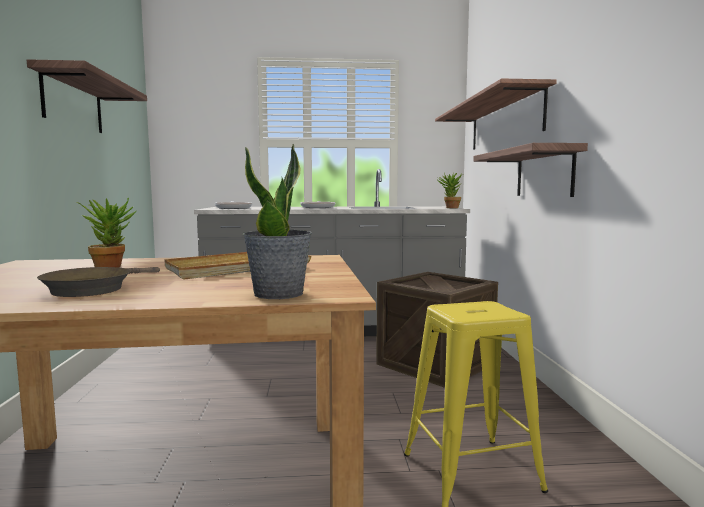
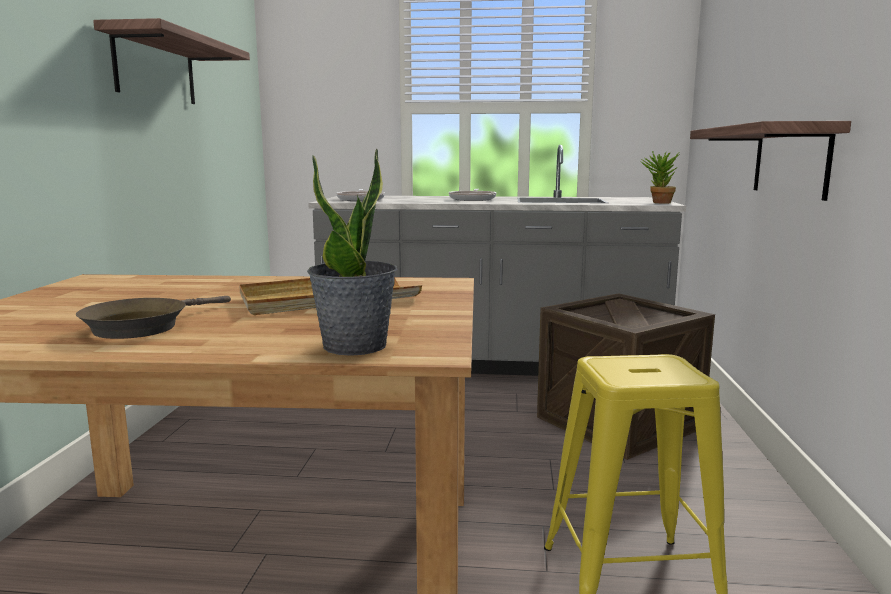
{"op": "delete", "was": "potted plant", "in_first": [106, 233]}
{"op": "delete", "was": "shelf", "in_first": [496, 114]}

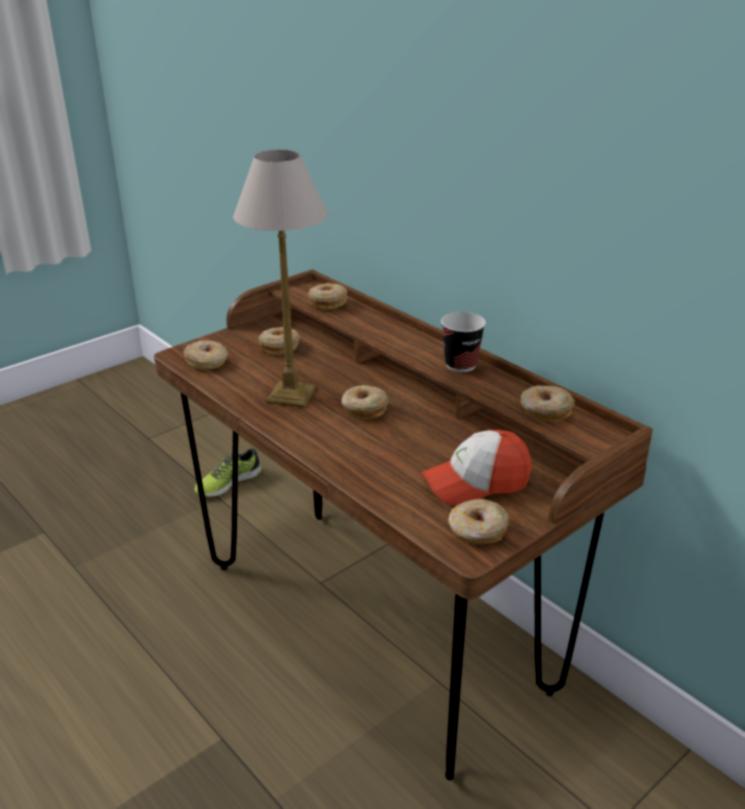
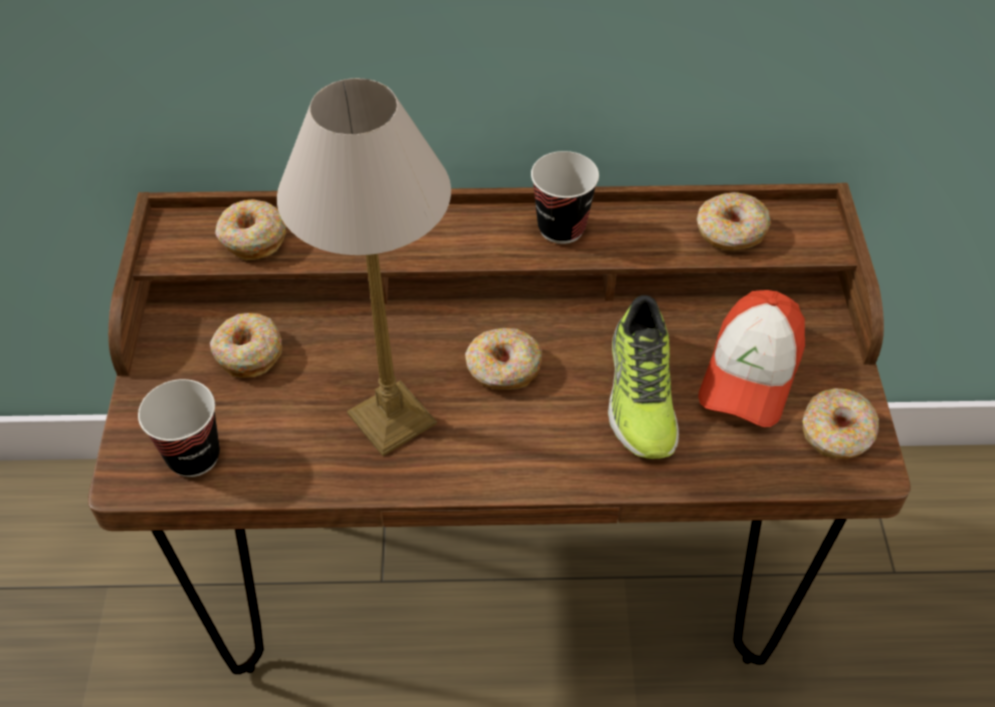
{"op": "move", "was": "shoe", "in_first": [228, 472], "in_second": [643, 377]}
{"op": "replace", "was": "donut", "now": "cup", "in_first": [205, 355], "in_second": [179, 428]}

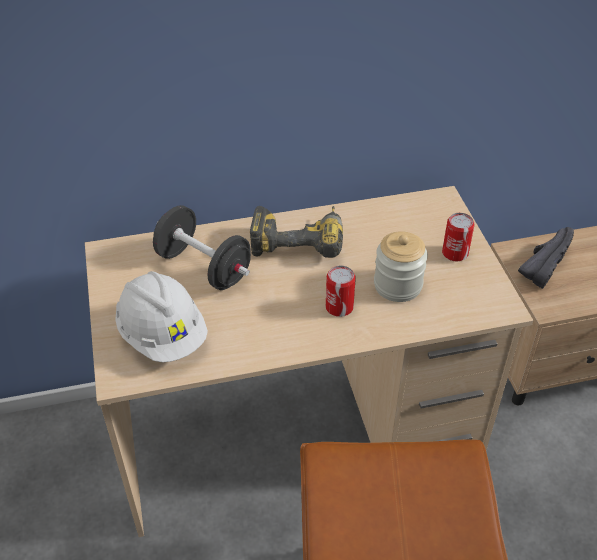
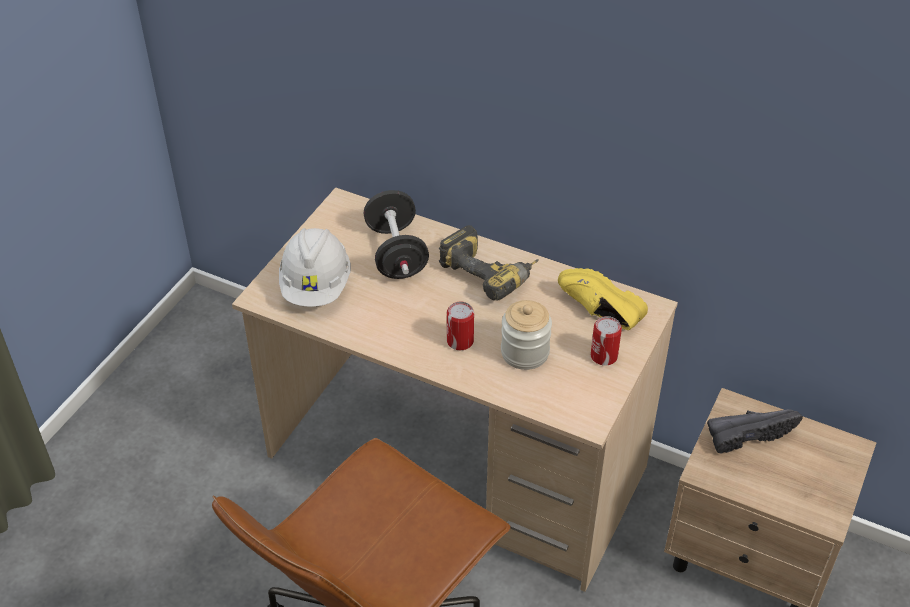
{"op": "insert", "now": "yellow shoe", "in_second": [603, 299]}

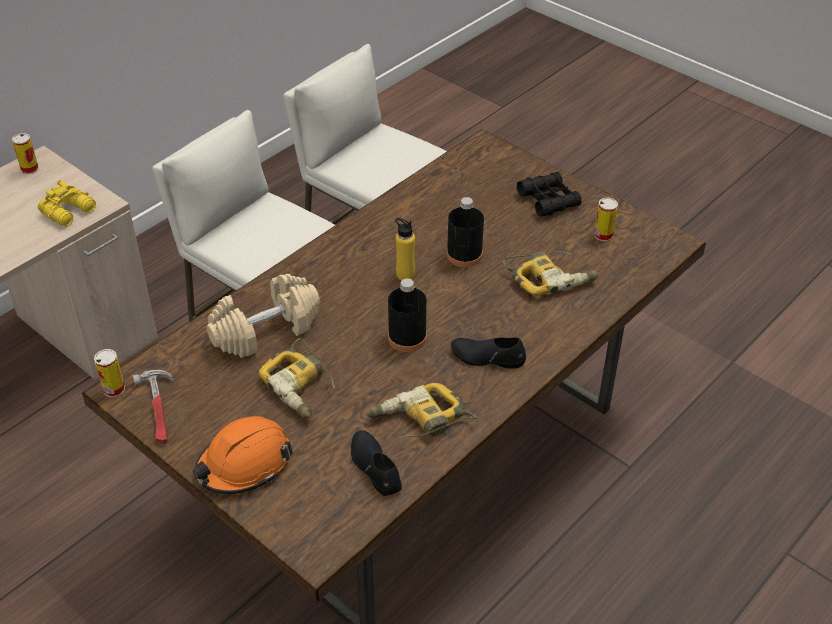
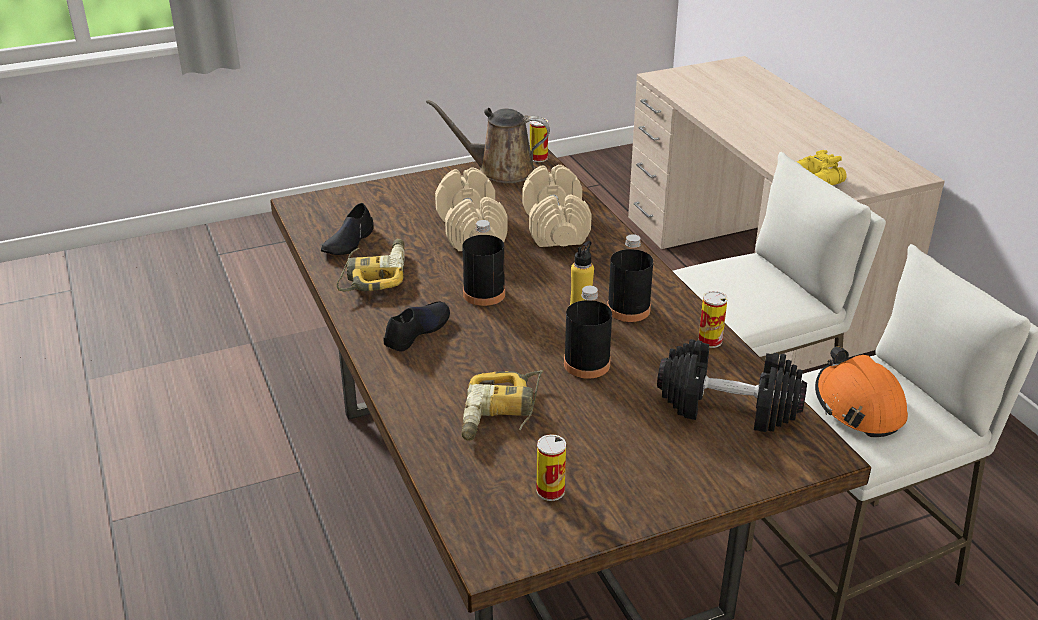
{"op": "delete", "was": "black binoculars", "in_first": [549, 194]}
{"op": "insert", "now": "black bottle", "in_second": [630, 278]}
{"op": "insert", "now": "black dumbbell", "in_second": [732, 385]}
{"op": "move", "was": "can", "in_first": [25, 153], "in_second": [713, 319]}
{"op": "move", "was": "orange hard hat", "in_first": [243, 455], "in_second": [861, 391]}
{"op": "replace", "was": "hammer", "now": "brown watering can", "in_first": [153, 407], "in_second": [488, 141]}
{"op": "replace", "was": "power drill", "now": "beige dumbbell", "in_first": [297, 378], "in_second": [471, 209]}
{"op": "rotate", "was": "black shoe", "in_first": [376, 463], "in_second": [347, 229], "clockwise": 120}

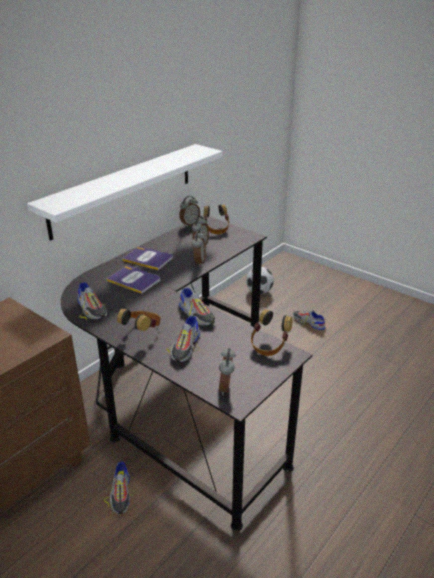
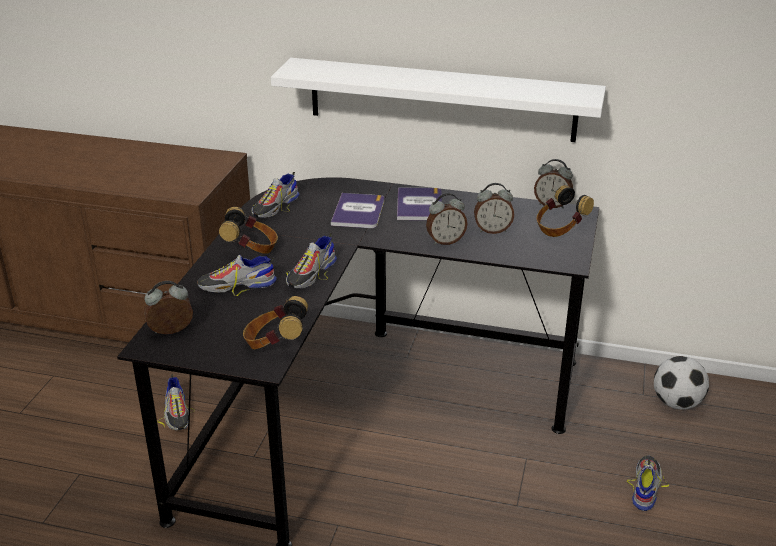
{"op": "rotate", "was": "shoe", "in_first": [119, 486], "in_second": [176, 402], "clockwise": -75}

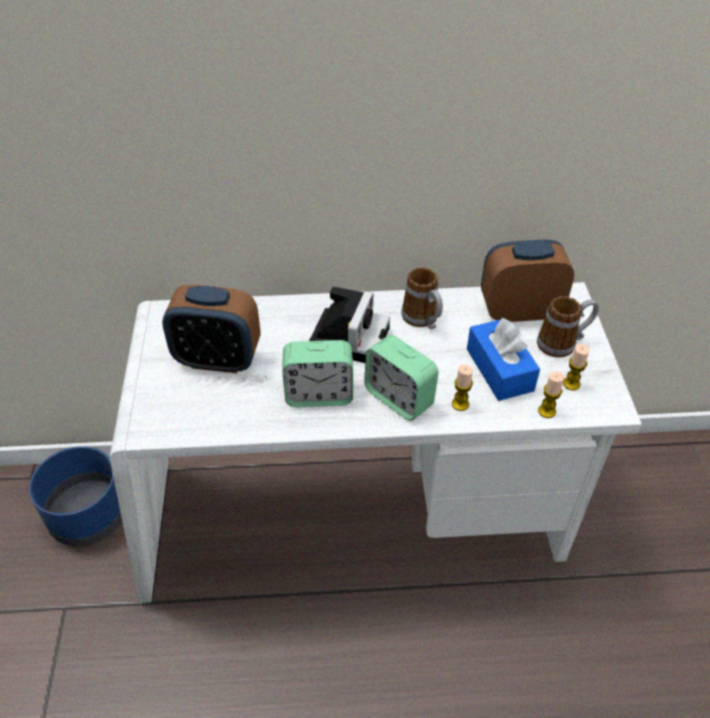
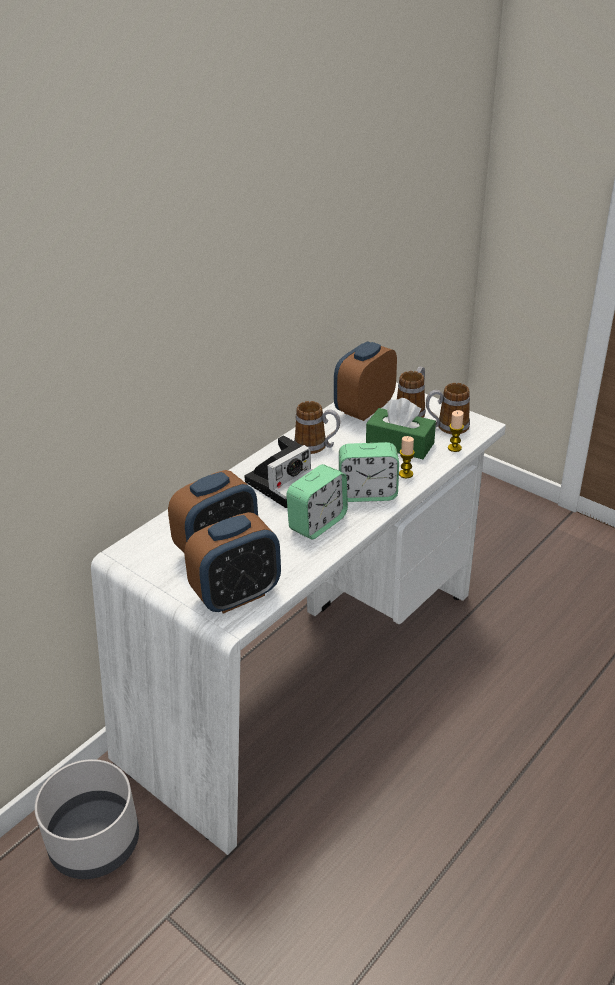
{"op": "insert", "now": "alarm clock", "in_second": [232, 563]}
{"op": "replace", "was": "candle", "now": "mug", "in_first": [576, 367], "in_second": [448, 408]}
{"op": "recolor", "was": "blue planter", "now": "grey planter", "in_first": [75, 496], "in_second": [87, 819]}
{"op": "recolor", "was": "blue tissue box", "now": "green tissue box", "in_first": [503, 359], "in_second": [401, 428]}
{"op": "rotate", "was": "photo camera", "in_first": [349, 325], "in_second": [278, 471], "clockwise": 75}

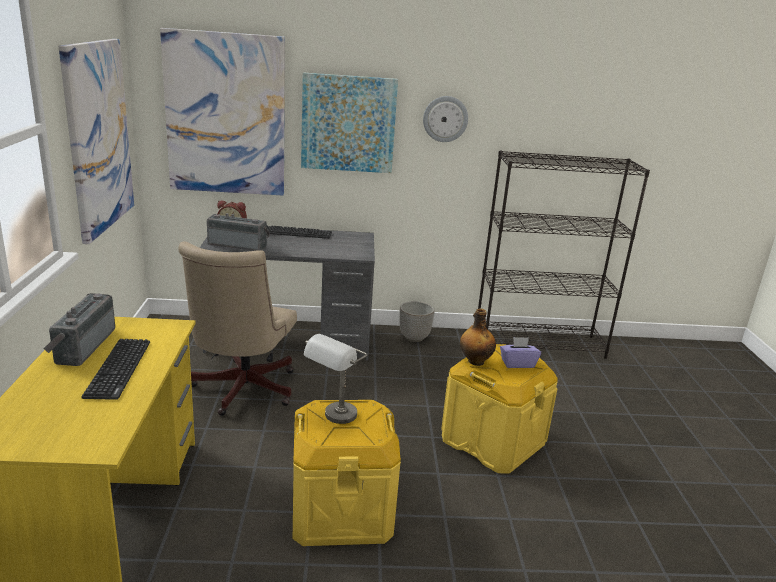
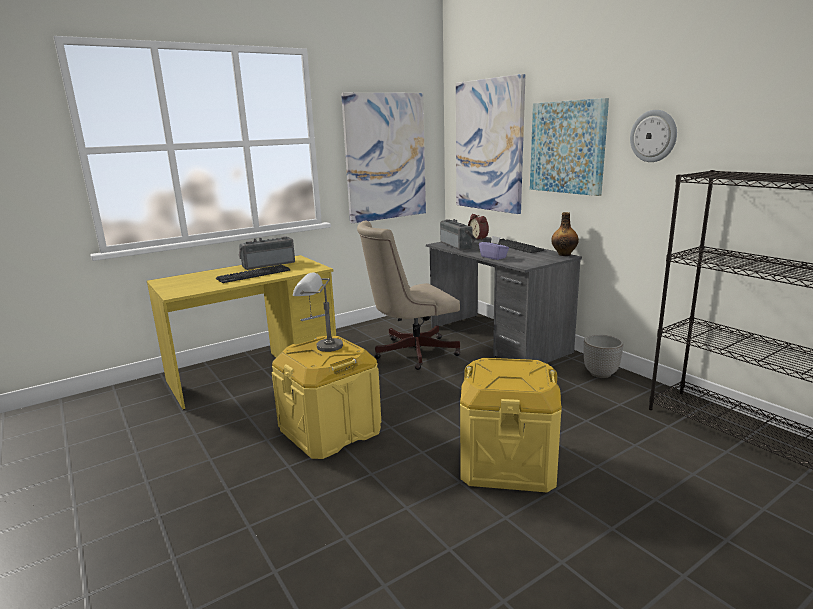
{"op": "move", "was": "bottle", "in_first": [478, 337], "in_second": [565, 234]}
{"op": "move", "was": "purple tissue box", "in_first": [520, 352], "in_second": [494, 248]}

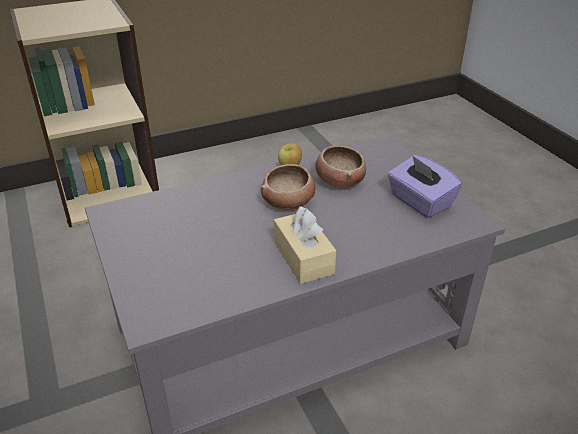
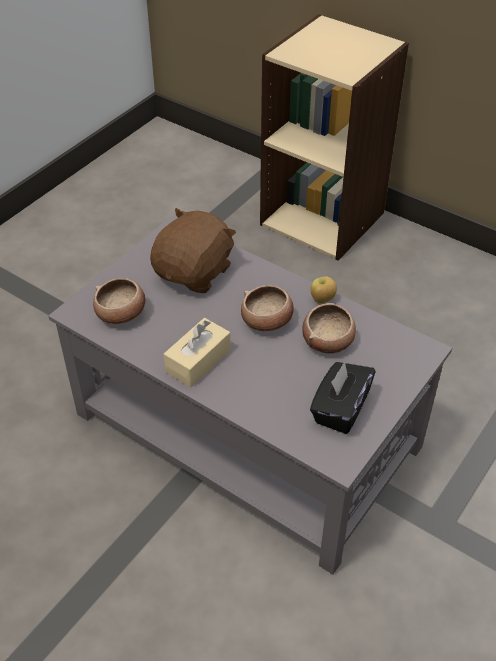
{"op": "insert", "now": "bowl", "in_second": [119, 301]}
{"op": "insert", "now": "brown plush toy", "in_second": [193, 250]}
{"op": "recolor", "was": "purple tissue box", "now": "black tissue box", "in_first": [425, 186], "in_second": [342, 397]}

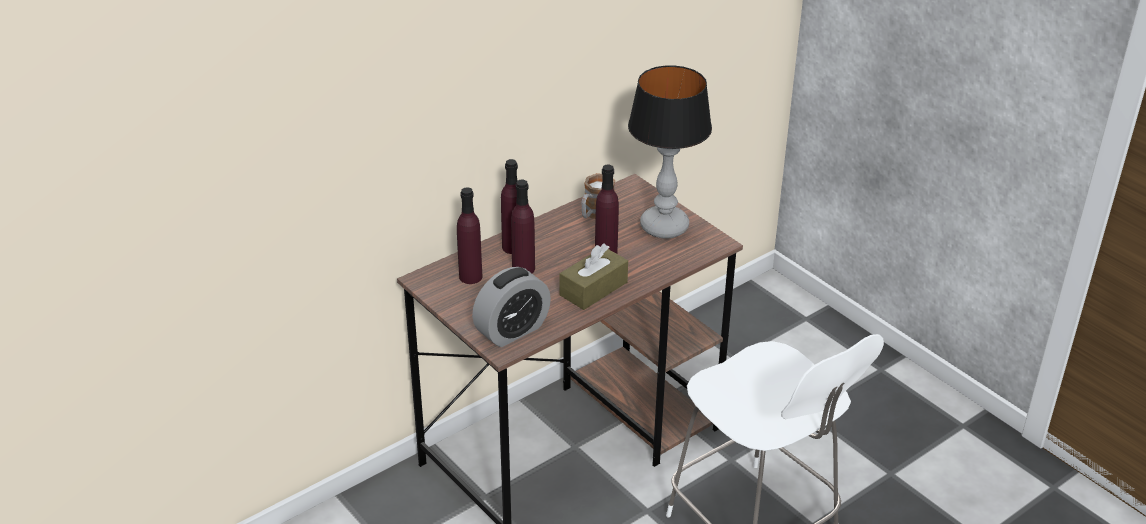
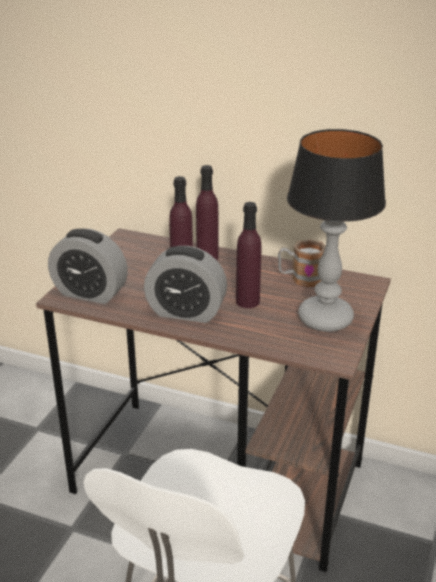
{"op": "delete", "was": "purple bottle", "in_first": [469, 235]}
{"op": "replace", "was": "brown tissue box", "now": "alarm clock", "in_first": [594, 277], "in_second": [185, 284]}

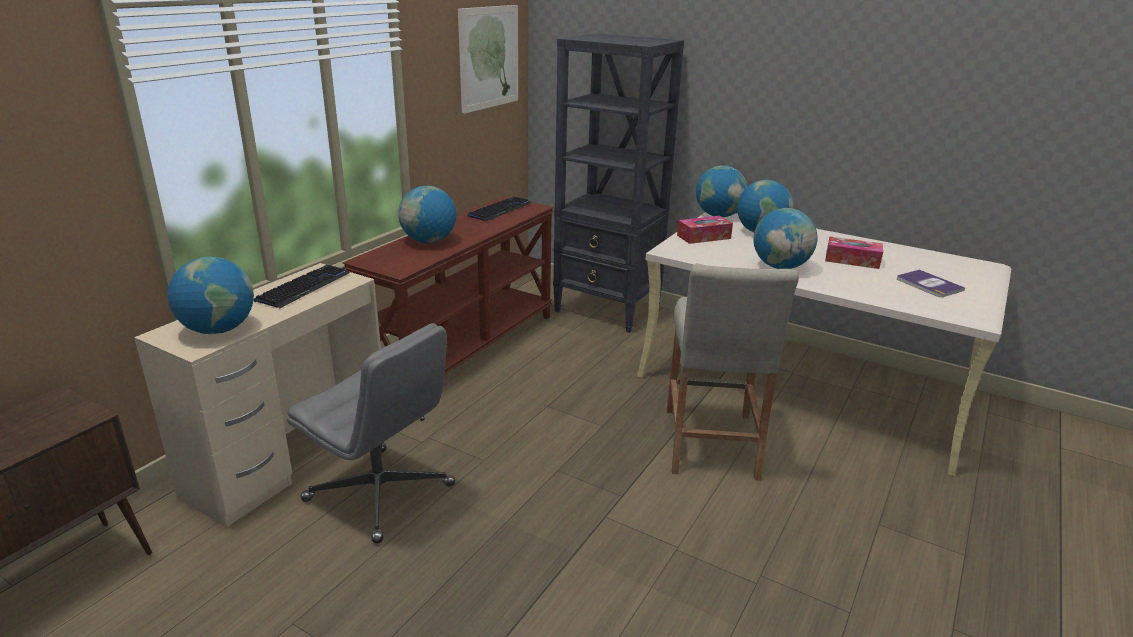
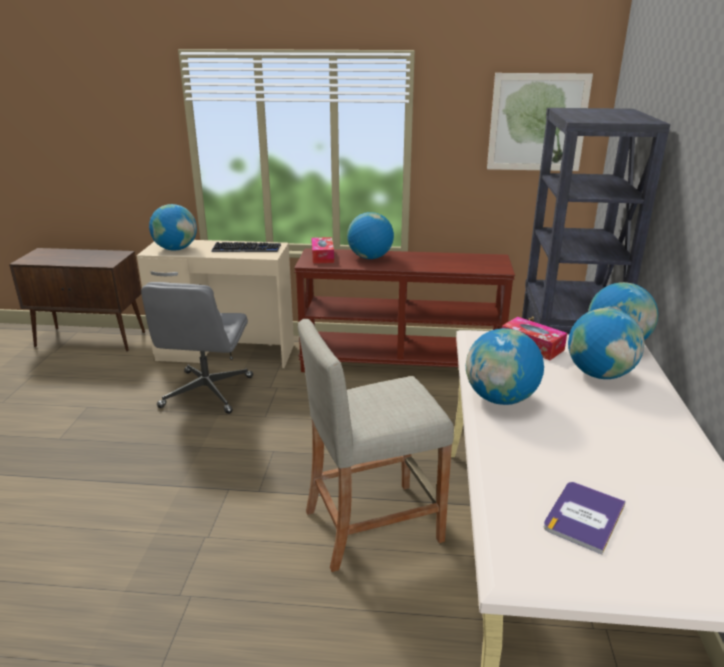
{"op": "delete", "was": "keyboard", "in_first": [499, 209]}
{"op": "move", "was": "tissue box", "in_first": [854, 252], "in_second": [322, 250]}

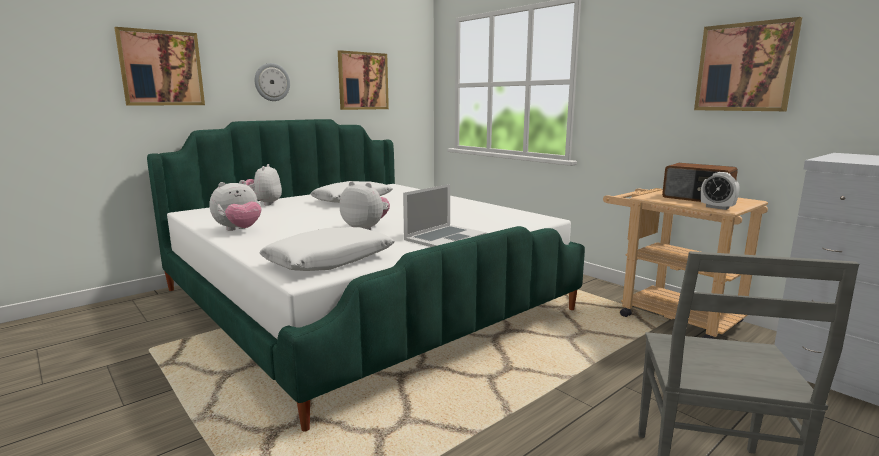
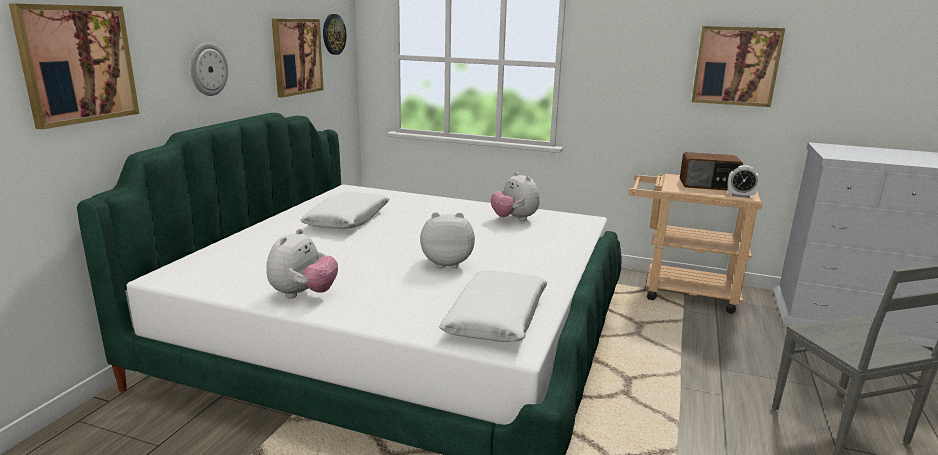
{"op": "delete", "was": "laptop", "in_first": [444, 215]}
{"op": "insert", "now": "wall clock", "in_second": [334, 34]}
{"op": "move", "was": "plush toy", "in_first": [263, 185], "in_second": [515, 196]}

